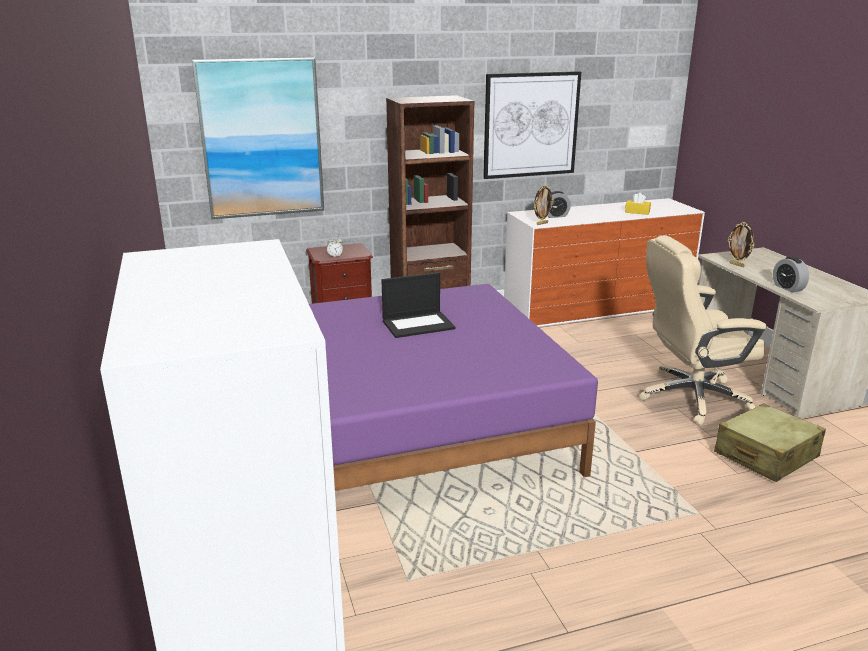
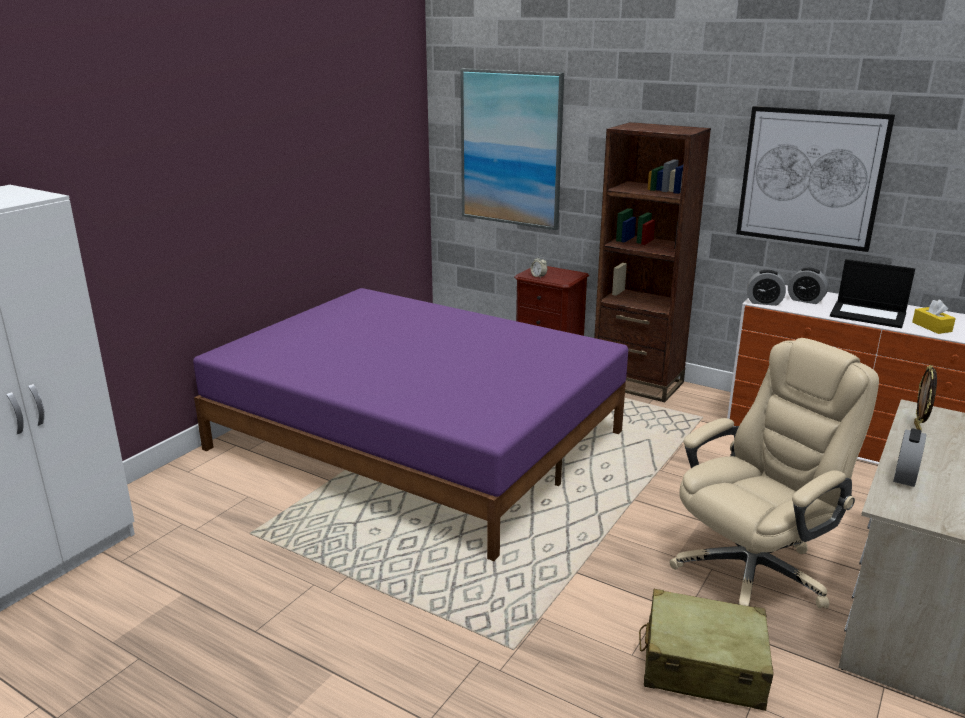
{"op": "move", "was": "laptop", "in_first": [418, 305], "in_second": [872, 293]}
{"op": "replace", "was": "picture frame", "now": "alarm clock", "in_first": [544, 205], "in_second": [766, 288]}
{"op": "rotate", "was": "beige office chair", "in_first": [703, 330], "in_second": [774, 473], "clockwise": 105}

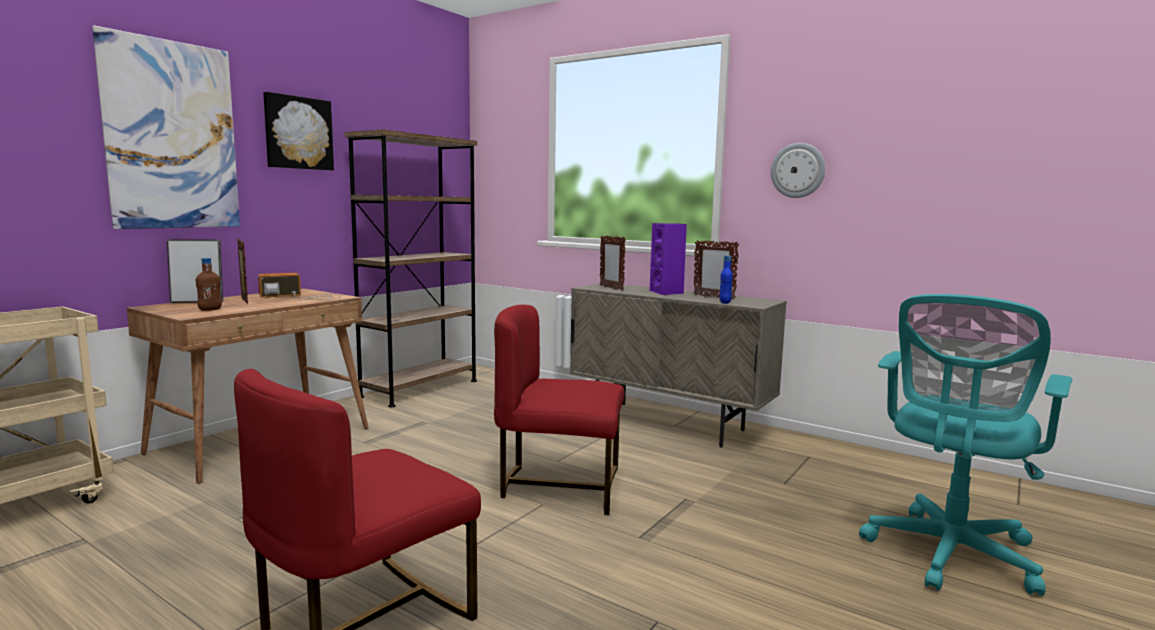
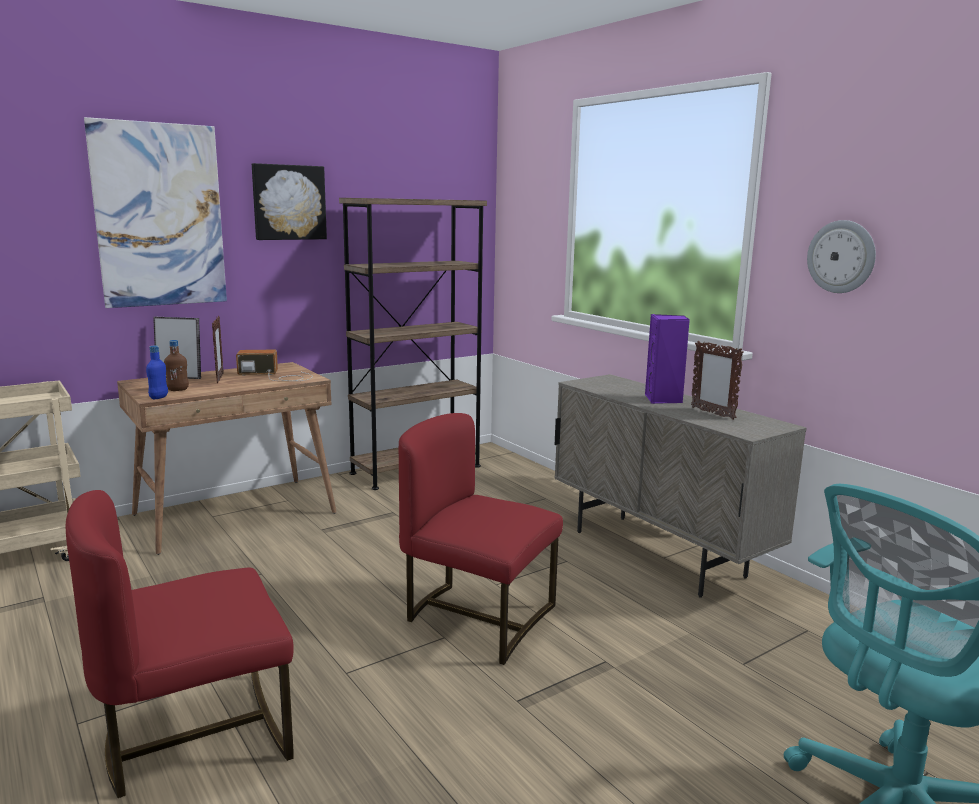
{"op": "delete", "was": "picture frame", "in_first": [613, 263]}
{"op": "move", "was": "blue bottle", "in_first": [726, 279], "in_second": [157, 372]}

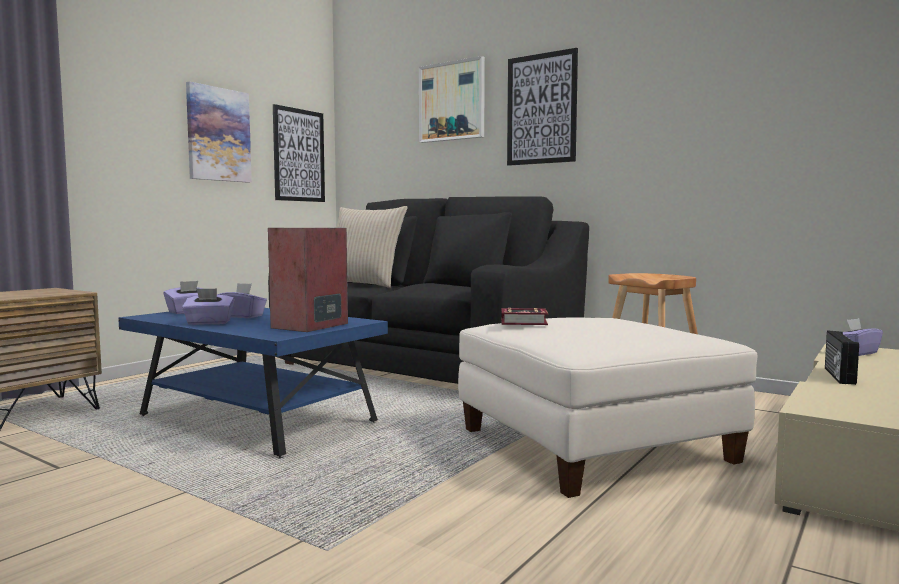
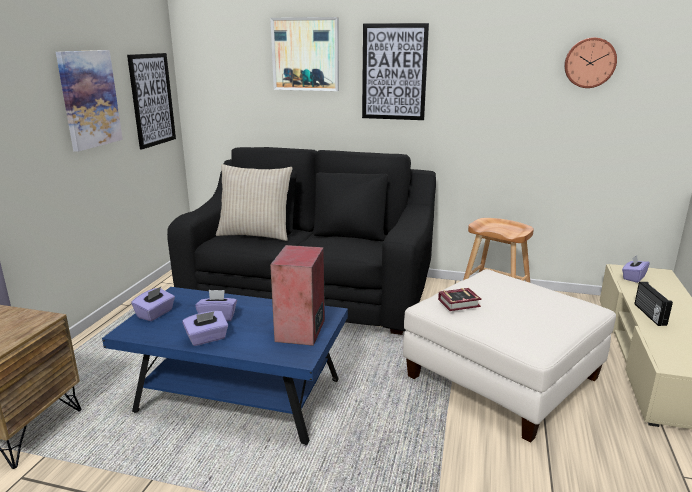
{"op": "insert", "now": "wall clock", "in_second": [590, 63]}

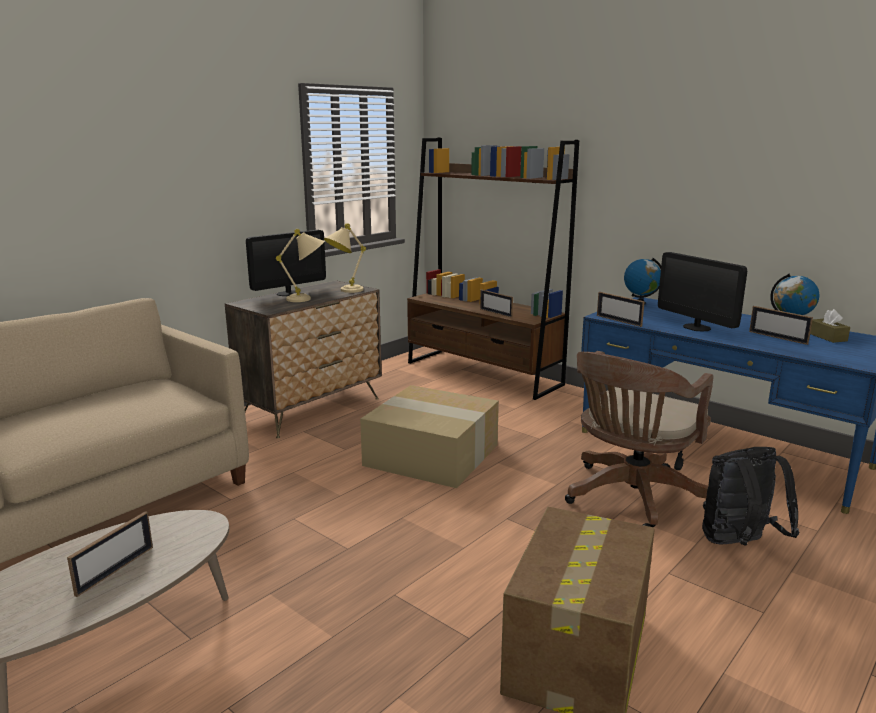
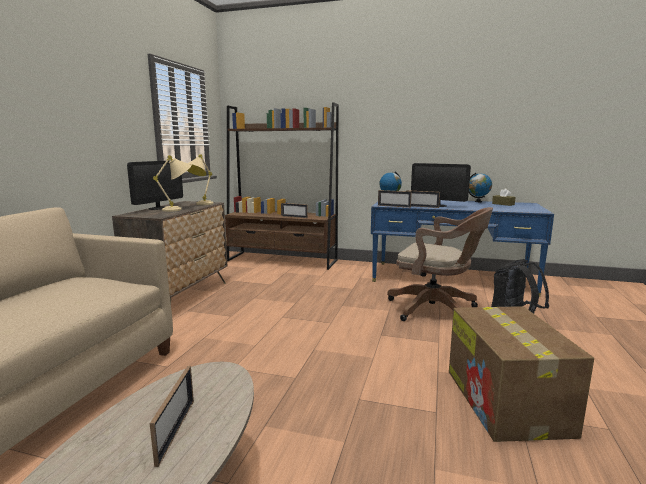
{"op": "delete", "was": "cardboard box", "in_first": [429, 436]}
{"op": "move", "was": "picture frame", "in_first": [781, 325], "in_second": [423, 199]}
{"op": "rotate", "was": "brown office chair", "in_first": [639, 439], "in_second": [440, 264], "clockwise": -75}

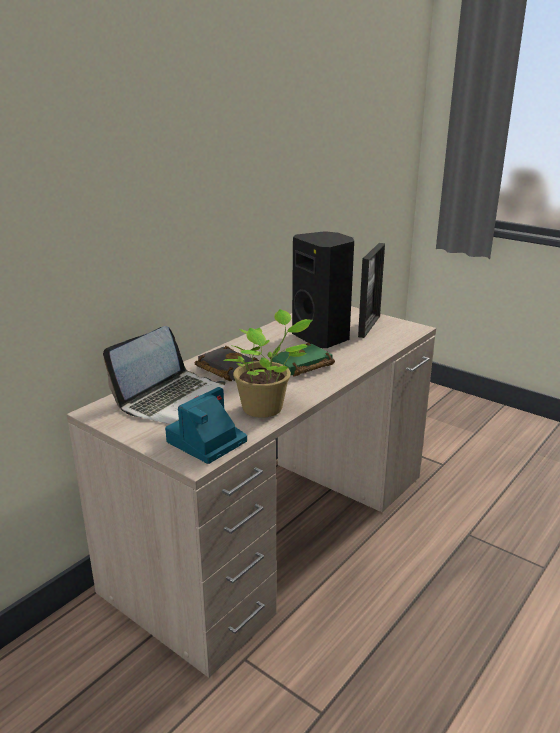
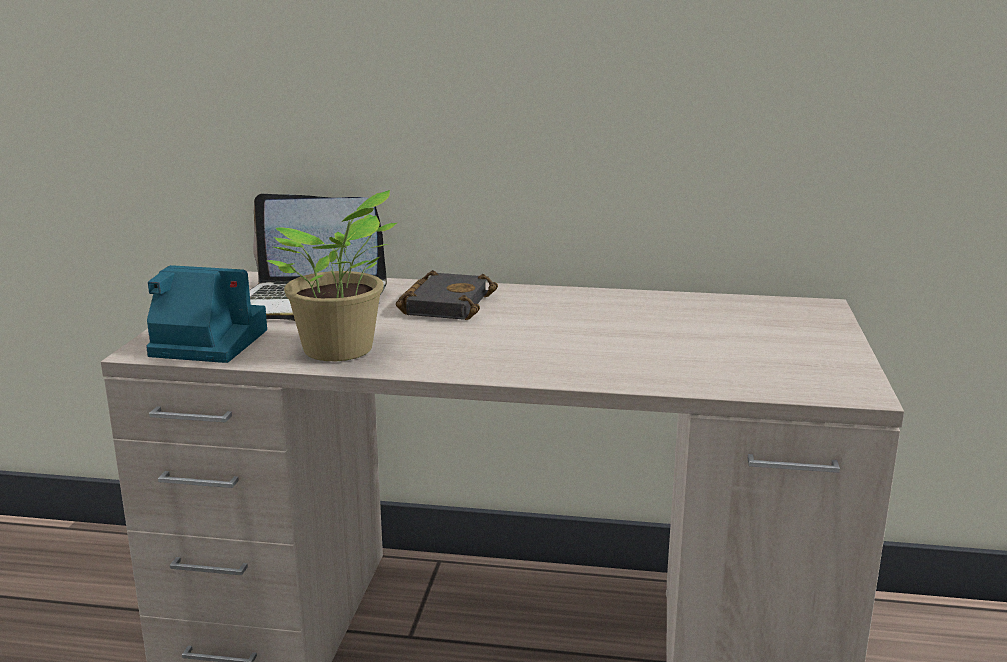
{"op": "delete", "was": "green book", "in_first": [302, 359]}
{"op": "delete", "was": "black speaker", "in_first": [323, 289]}
{"op": "delete", "was": "picture frame", "in_first": [371, 290]}

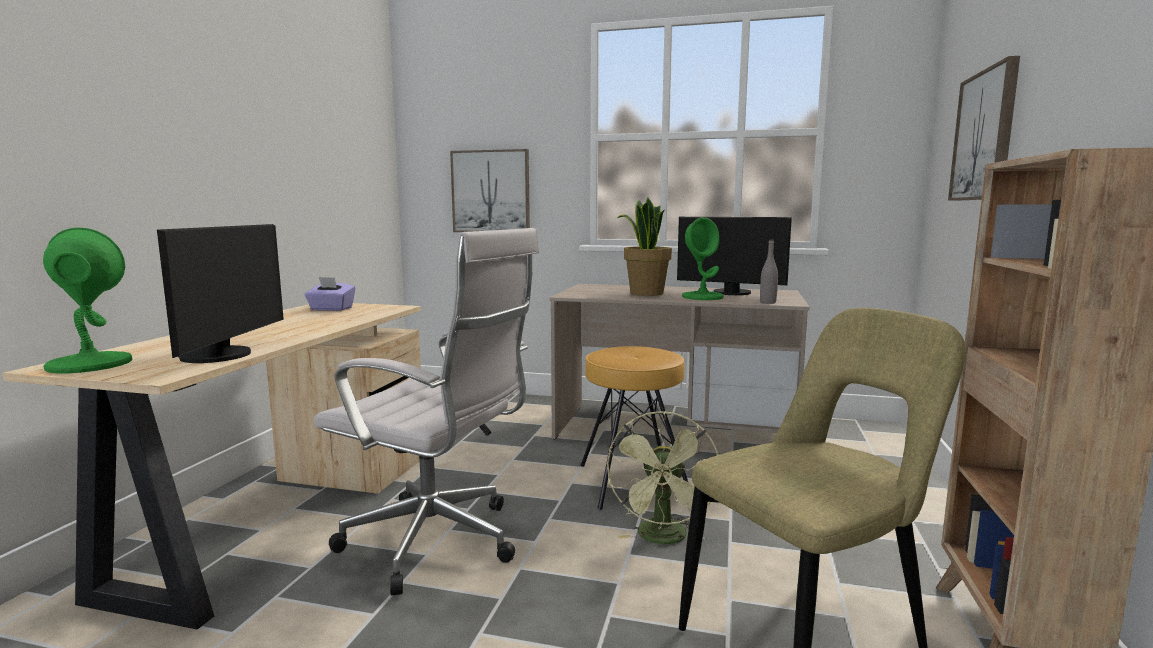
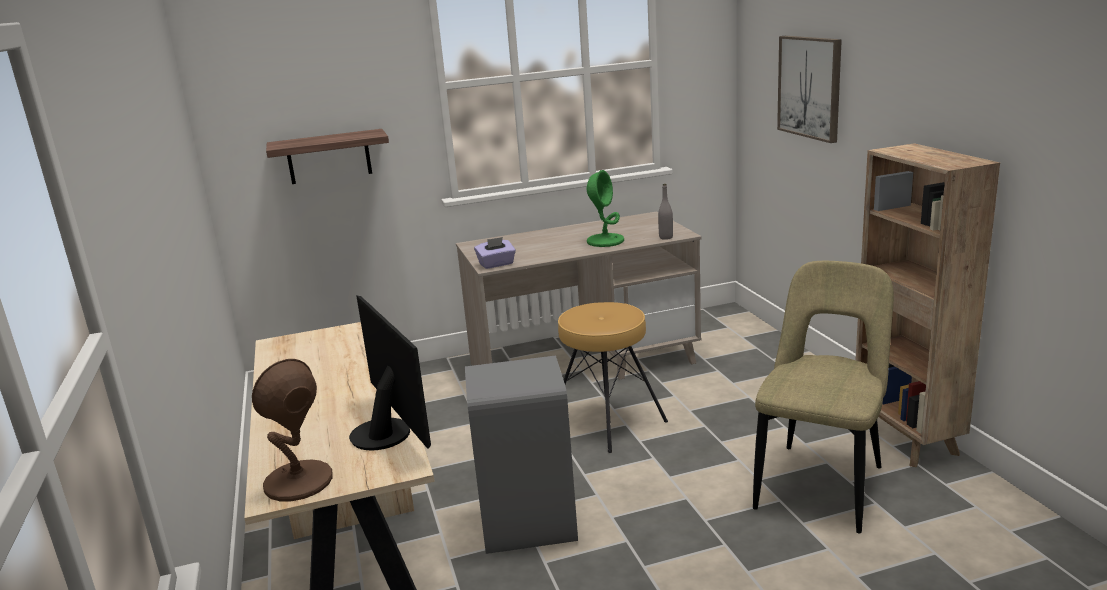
{"op": "delete", "was": "green fan", "in_first": [663, 478]}
{"op": "delete", "was": "potted plant", "in_first": [644, 247]}
{"op": "delete", "was": "monitor", "in_first": [734, 256]}
{"op": "move", "was": "purple tissue box", "in_first": [330, 294], "in_second": [495, 253]}
{"op": "replace", "was": "white office chair", "now": "grey trash can", "in_first": [426, 411], "in_second": [521, 454]}
{"op": "replace", "was": "picture", "now": "shelf", "in_first": [490, 190], "in_second": [327, 156]}
{"op": "recolor", "was": "green table lamp", "now": "brown table lamp", "in_first": [87, 301], "in_second": [292, 430]}

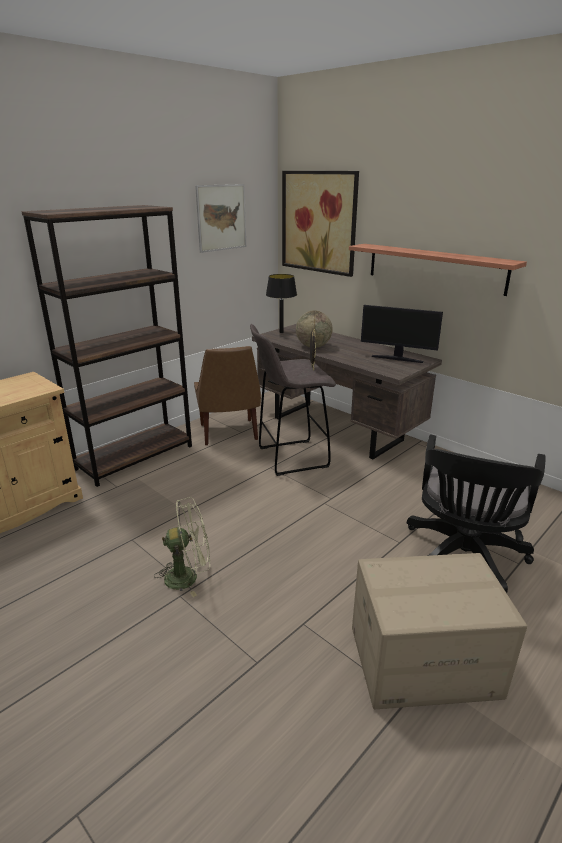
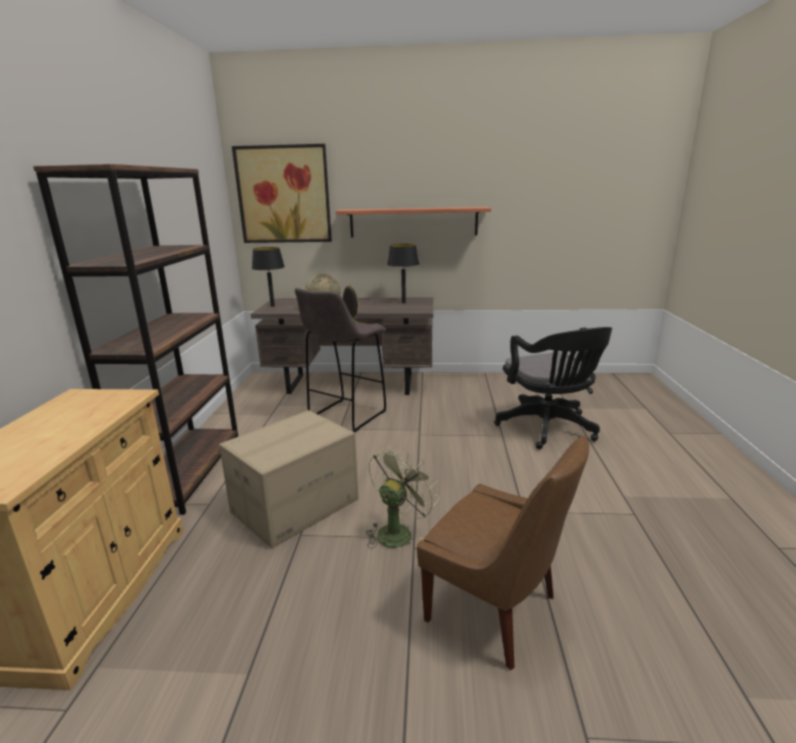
{"op": "delete", "was": "picture", "in_first": [220, 218]}
{"op": "move", "was": "brown chair", "in_first": [227, 395], "in_second": [503, 553]}
{"op": "move", "was": "cardboard box", "in_first": [439, 631], "in_second": [288, 479]}
{"op": "replace", "was": "monitor", "now": "black table lamp", "in_first": [402, 334], "in_second": [403, 273]}

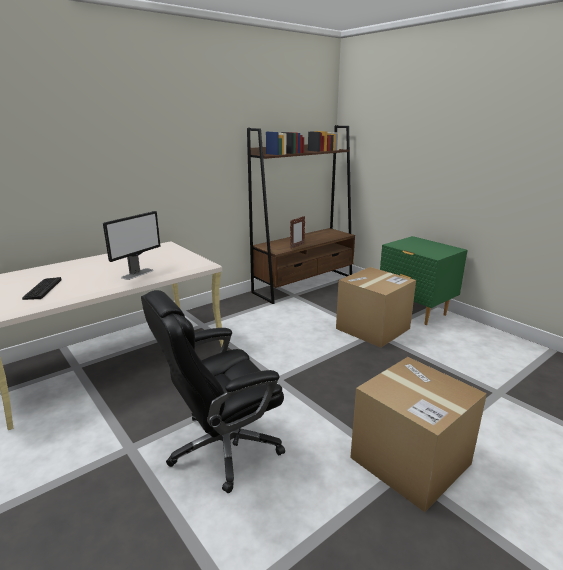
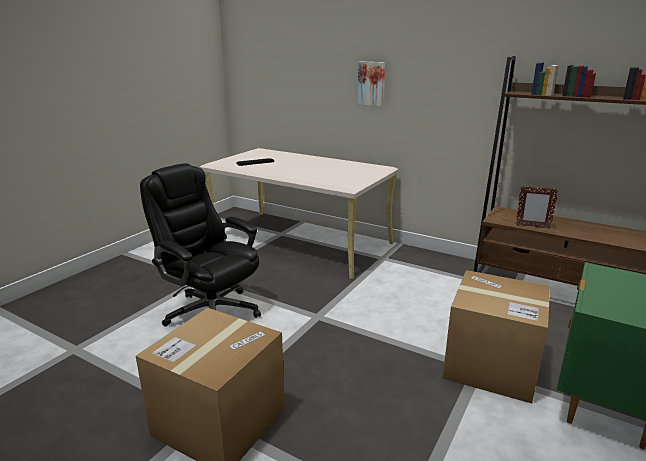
{"op": "delete", "was": "monitor", "in_first": [131, 245]}
{"op": "insert", "now": "picture", "in_second": [371, 84]}

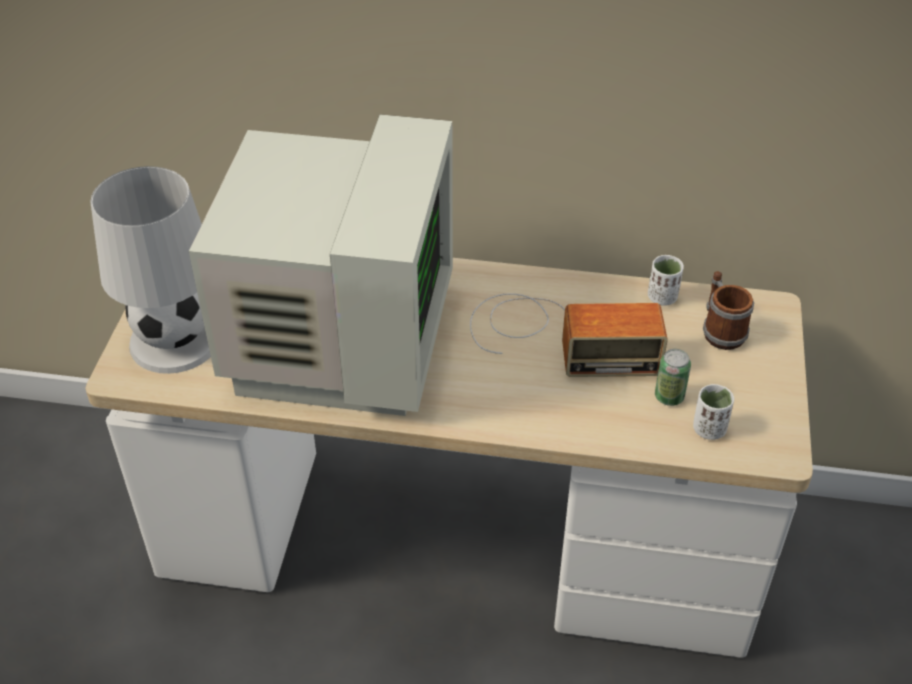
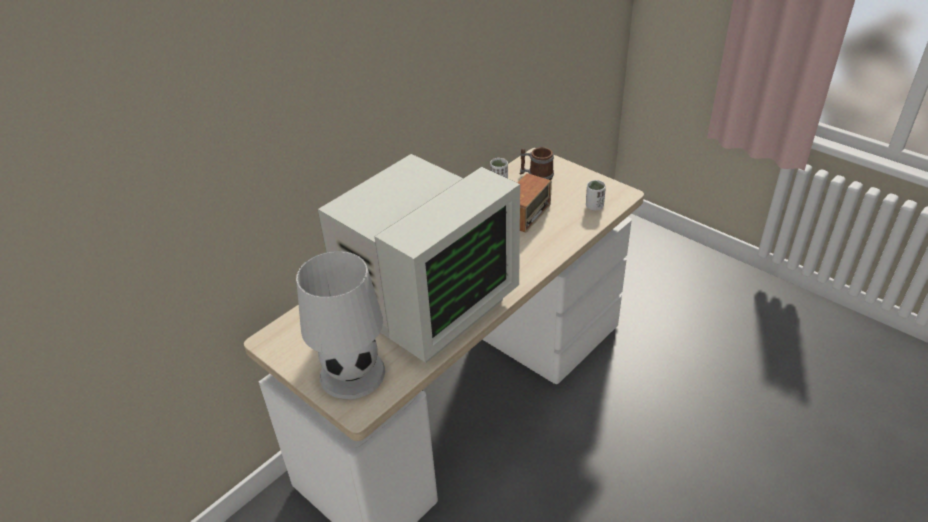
{"op": "delete", "was": "can", "in_first": [673, 377]}
{"op": "rotate", "was": "monitor", "in_first": [321, 265], "in_second": [419, 258], "clockwise": 90}

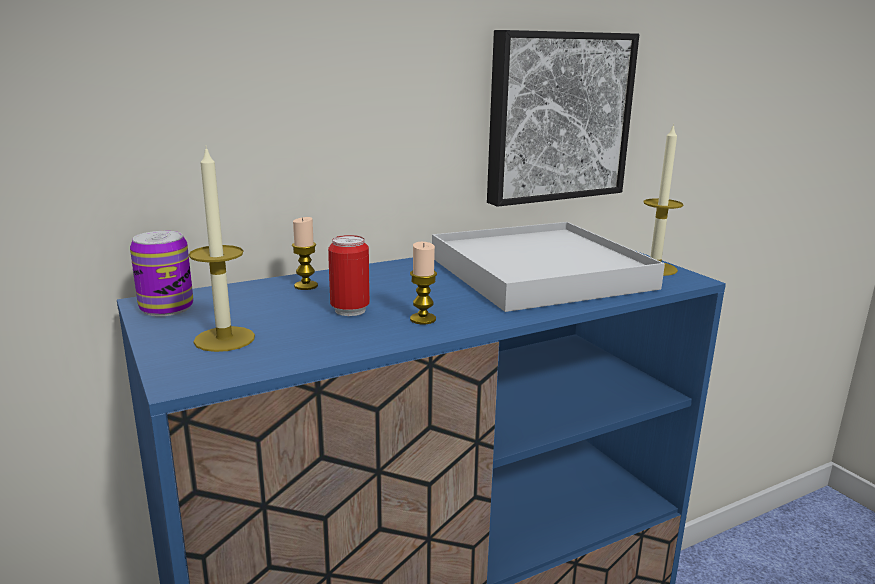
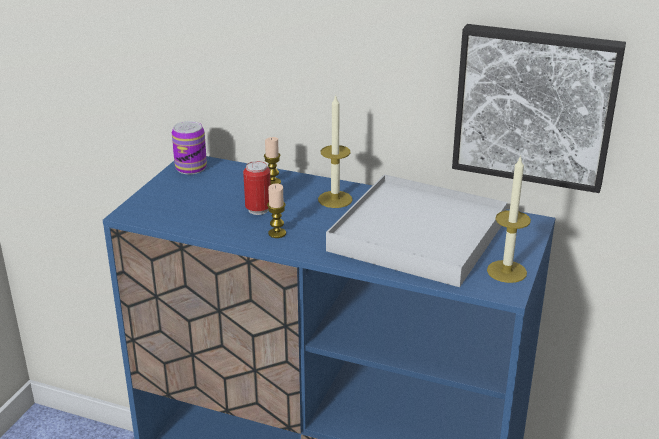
{"op": "move", "was": "candle", "in_first": [222, 248], "in_second": [335, 151]}

